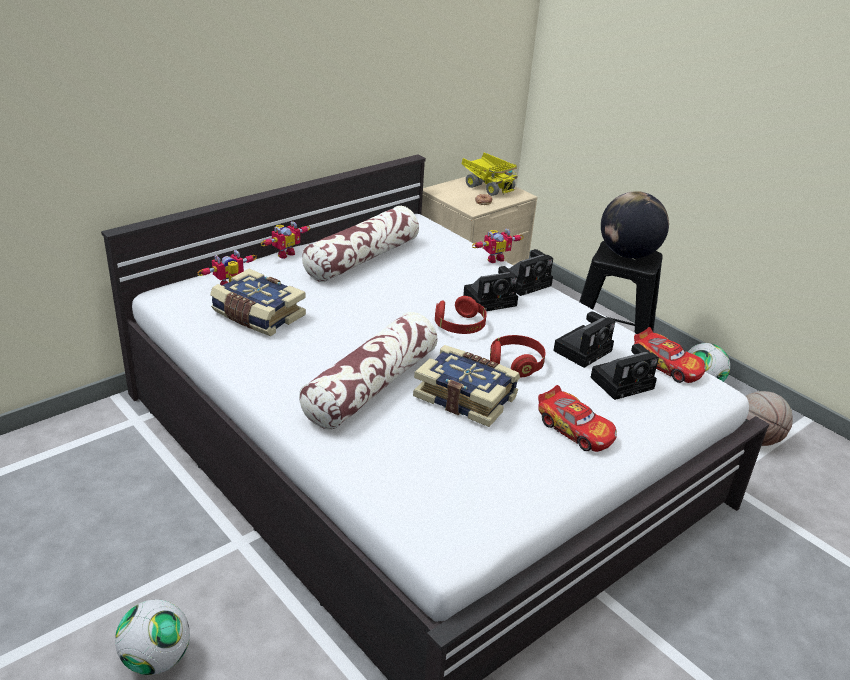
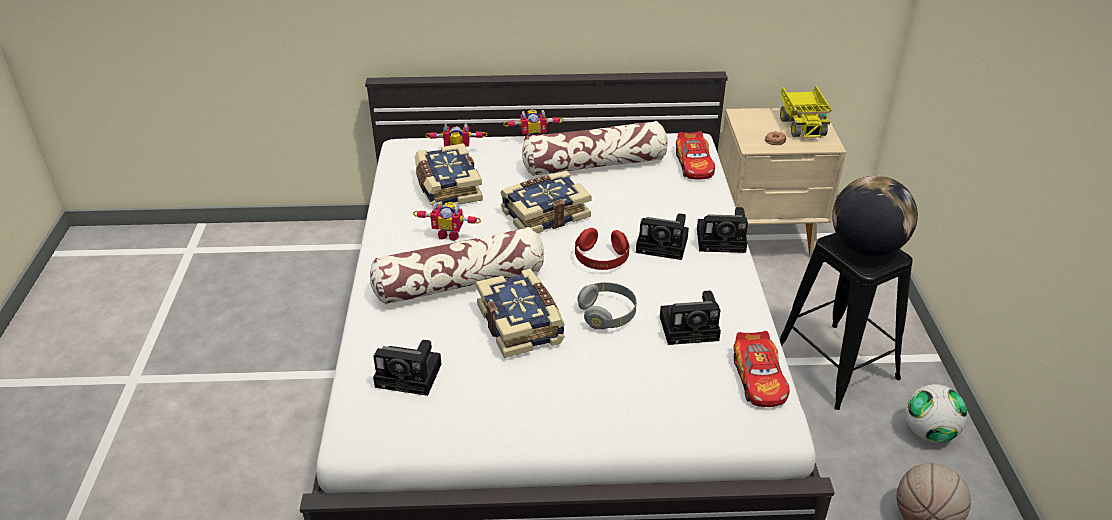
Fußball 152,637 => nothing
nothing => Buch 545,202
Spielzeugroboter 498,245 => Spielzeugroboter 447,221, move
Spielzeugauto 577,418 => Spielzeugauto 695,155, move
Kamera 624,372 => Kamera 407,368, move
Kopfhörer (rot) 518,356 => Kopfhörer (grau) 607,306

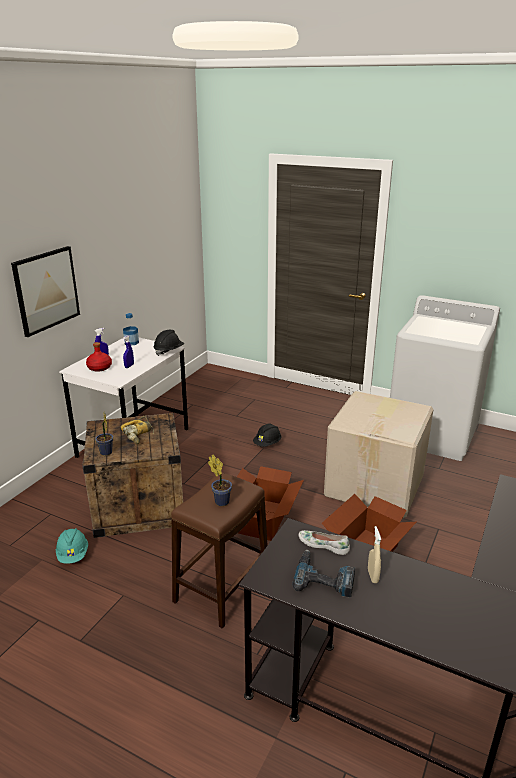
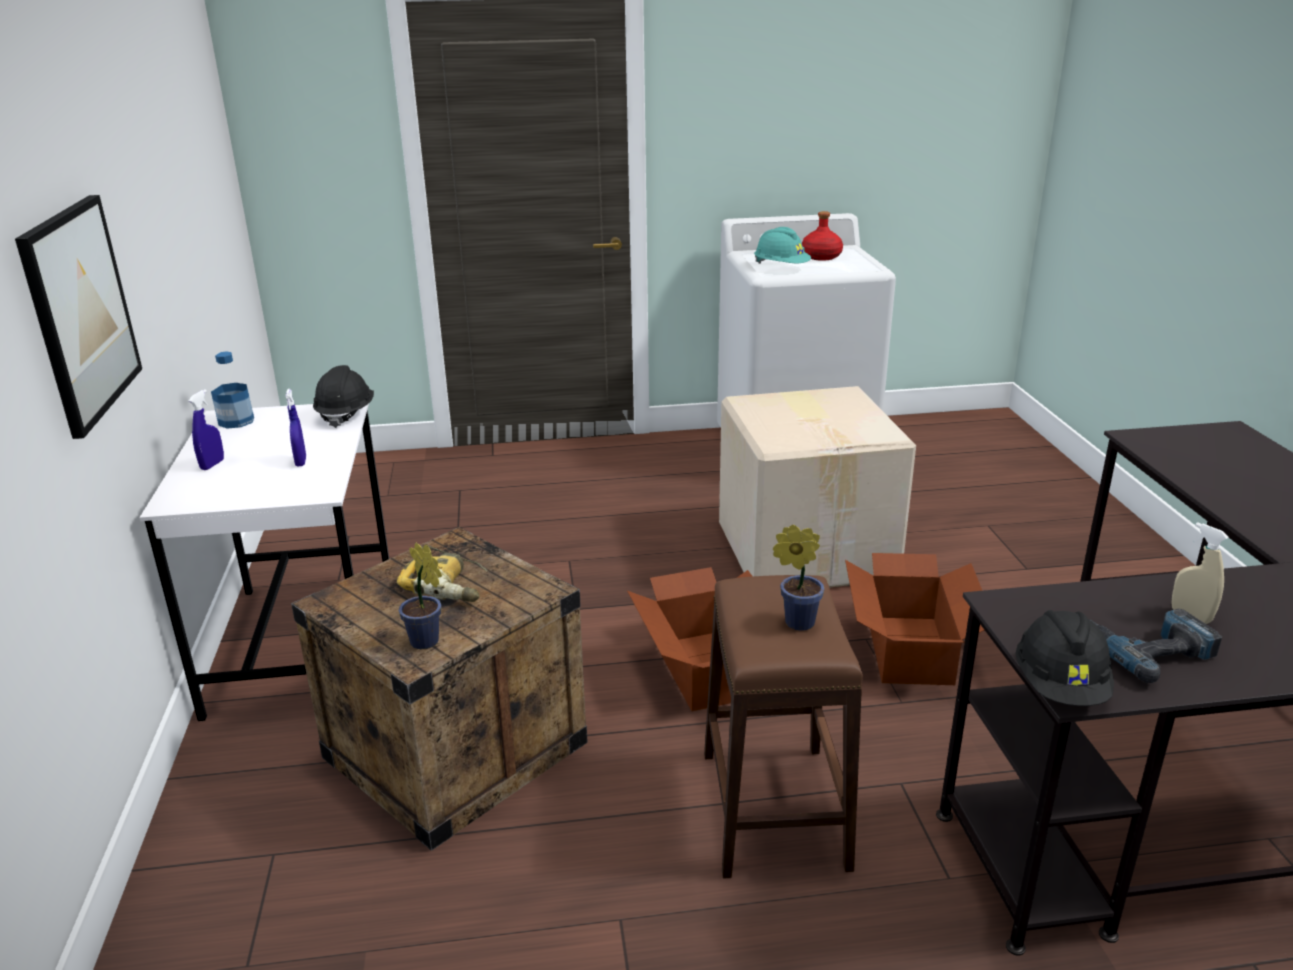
Schuh (weiß) 324,542 => nothing
Schutzhelm (türkis) 72,546 => Schutzhelm (türkis) 782,245, move
Flasche (rot) 99,357 => Flasche (rot) 822,236, move
Schutzhelm (schwarz) 267,435 => Schutzhelm (schwarz) 1065,658, move

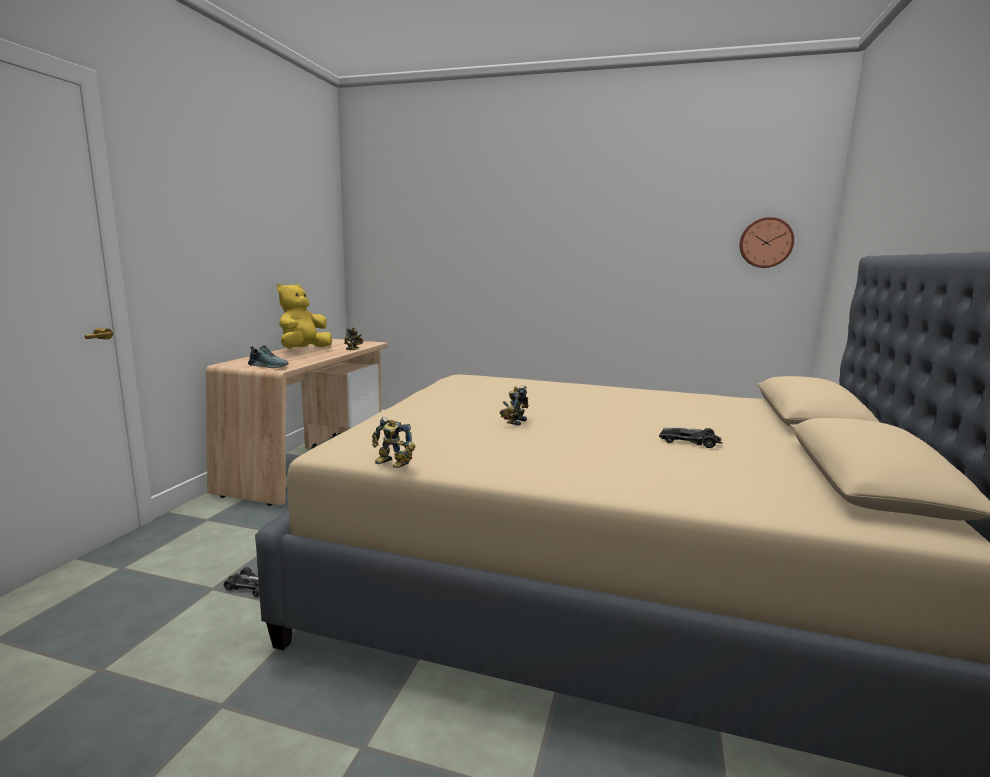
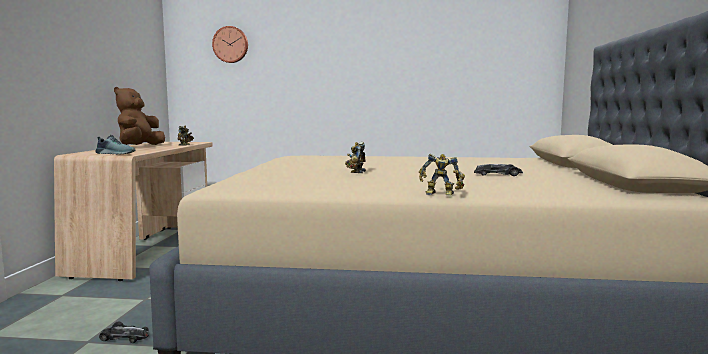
Spielzeugroboter 393,442 => Spielzeugroboter 442,175, move
Wanduhr 767,242 => Wanduhr 230,44, move
Plüschtier (gelb) 304,316 => Plüschtier (braun) 139,116

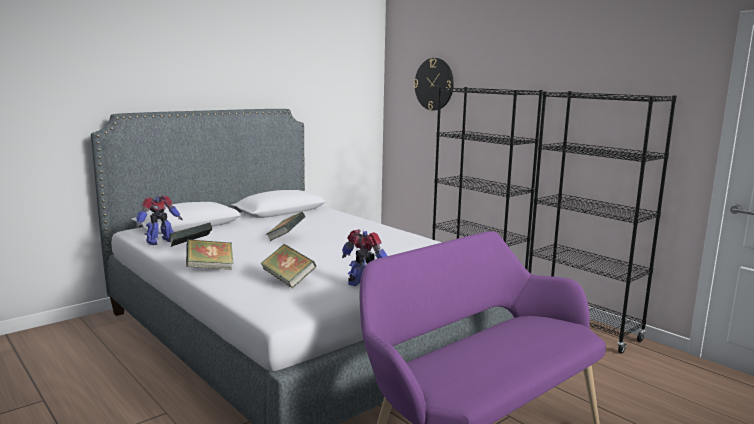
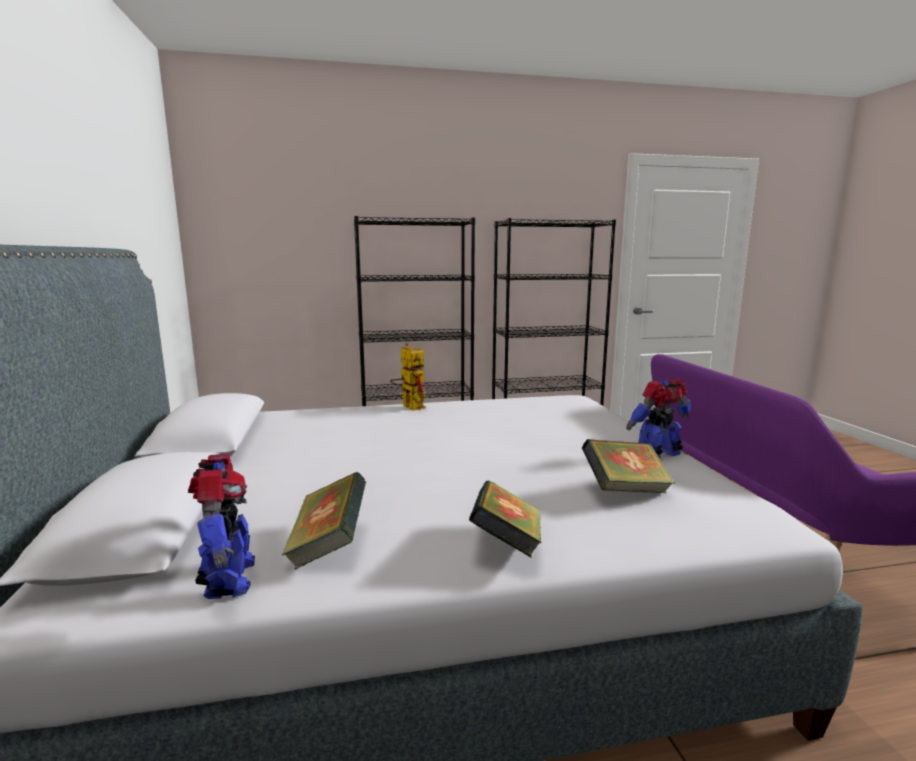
Buch 286,226 => nothing
Wanduhr 434,84 => nothing
nothing => Spielzeugroboter 408,376

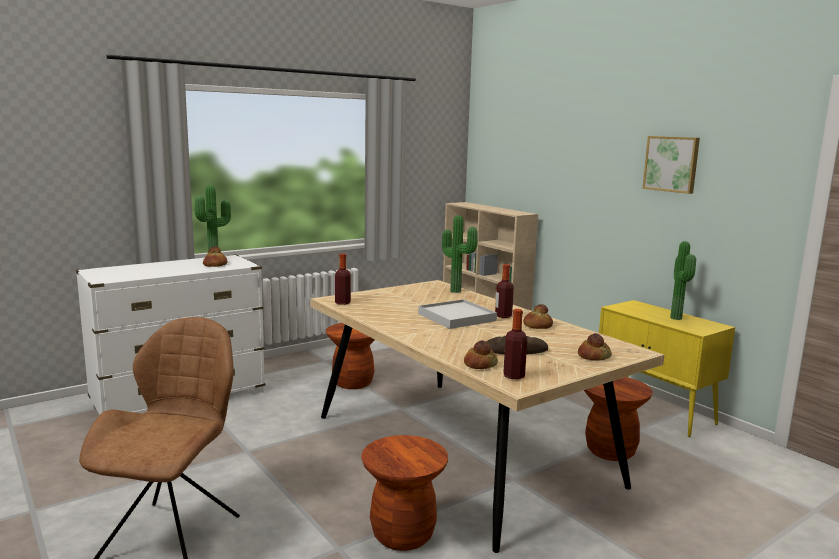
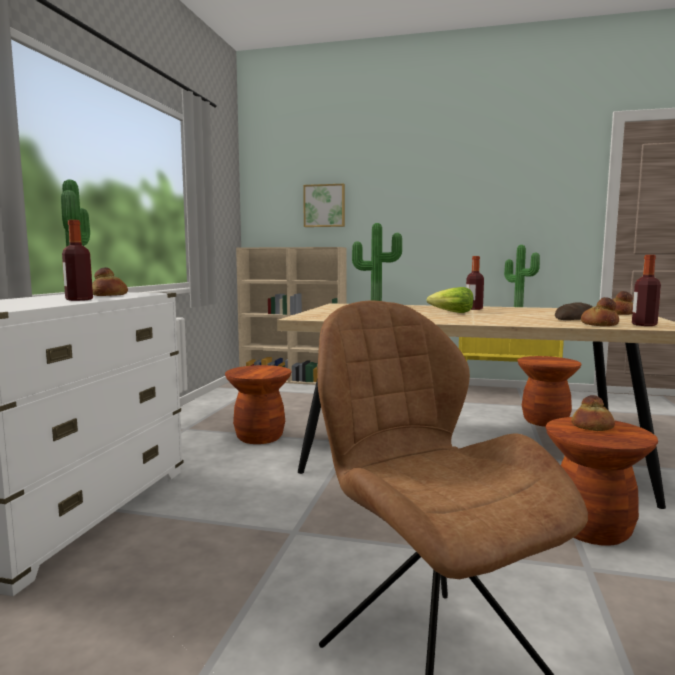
Flasche 343,279 => Flasche 77,260, move
Brot 538,316 => Brot 593,413, move
Bild 671,165 => Bild 324,205, move
Tablett (weiß) 457,314 => Salatkopf 450,300

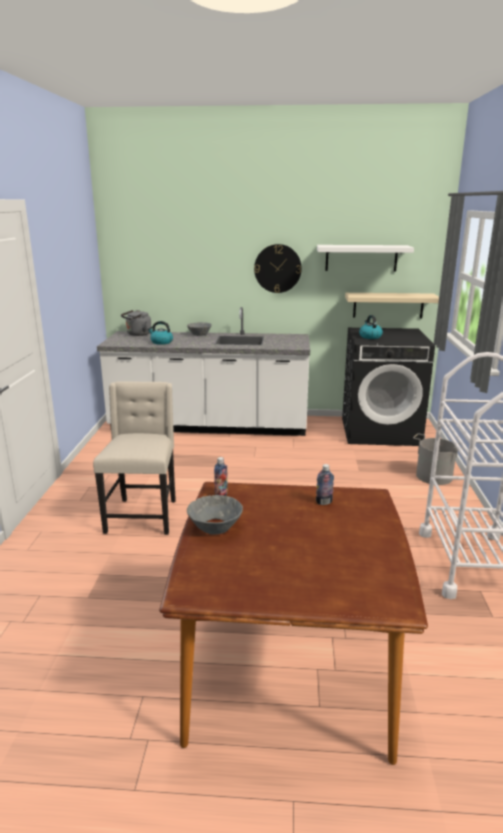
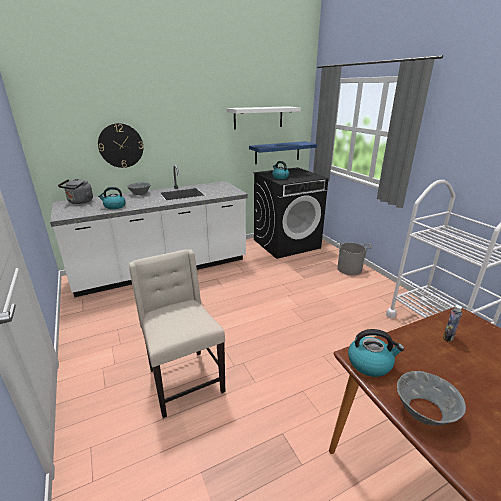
Wanduhr 278,268 => Wanduhr 120,145, move
Flasche 221,476 => Wasserkessel 376,353
Wandregal (beige) 392,305 => Wandregal (blau) 283,152

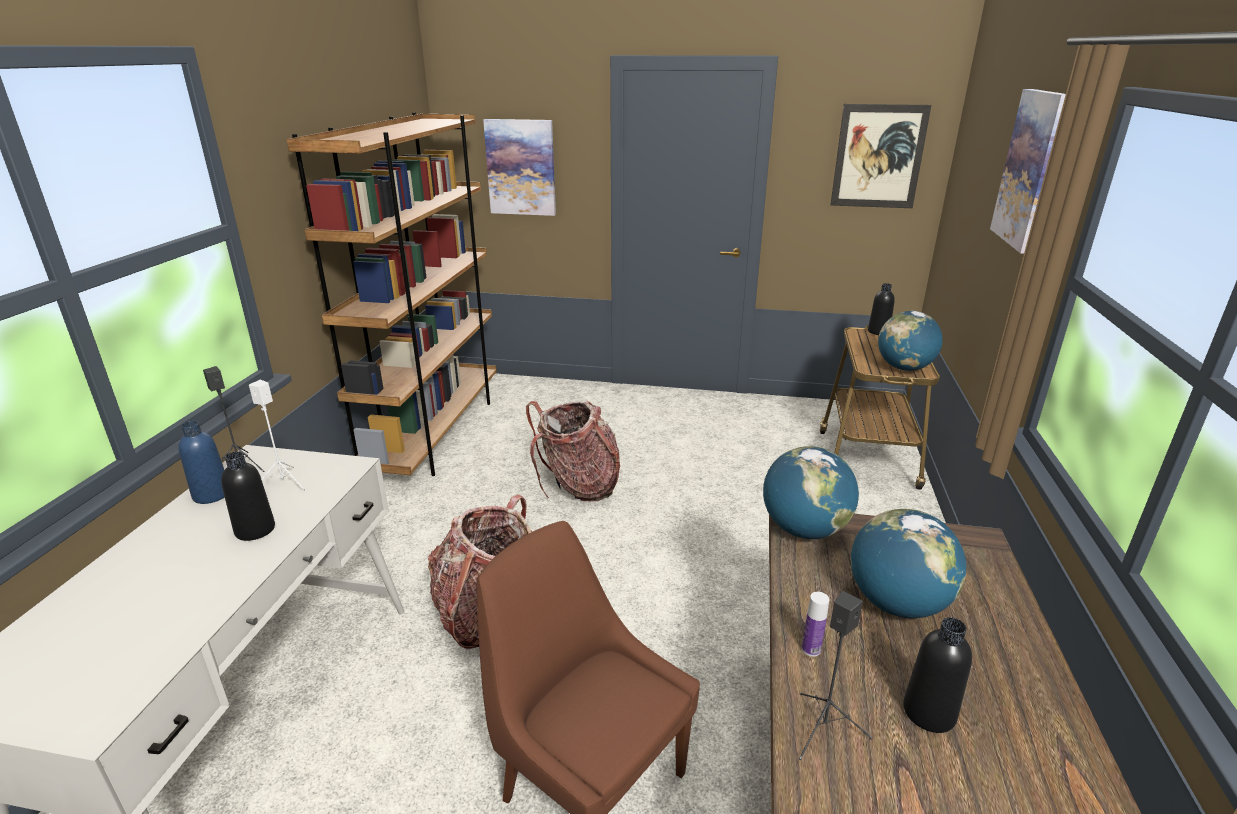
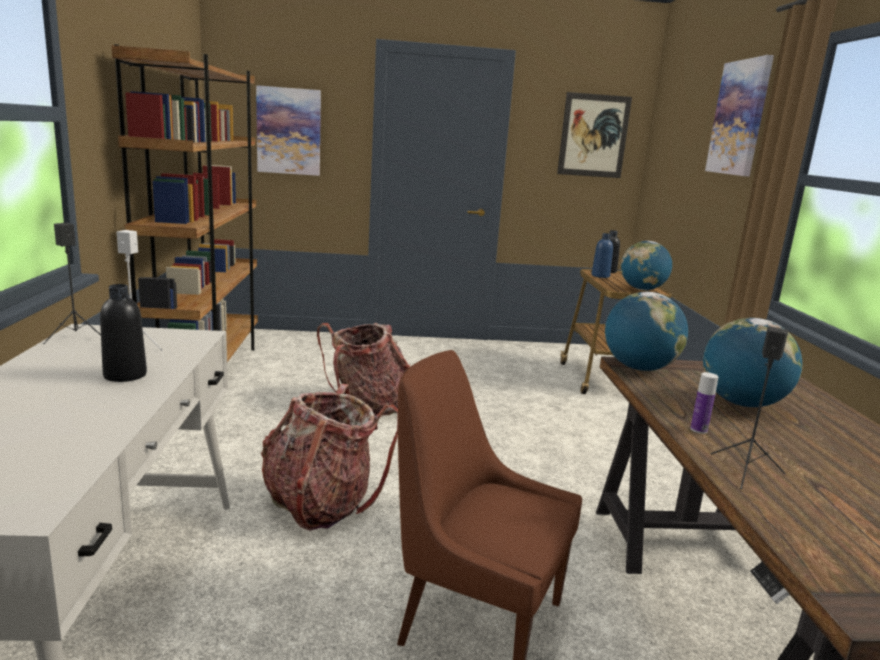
Flasche (schwarz) 937,675 => nothing
Flasche (blau) 201,462 => Flasche (blau) 602,255, move

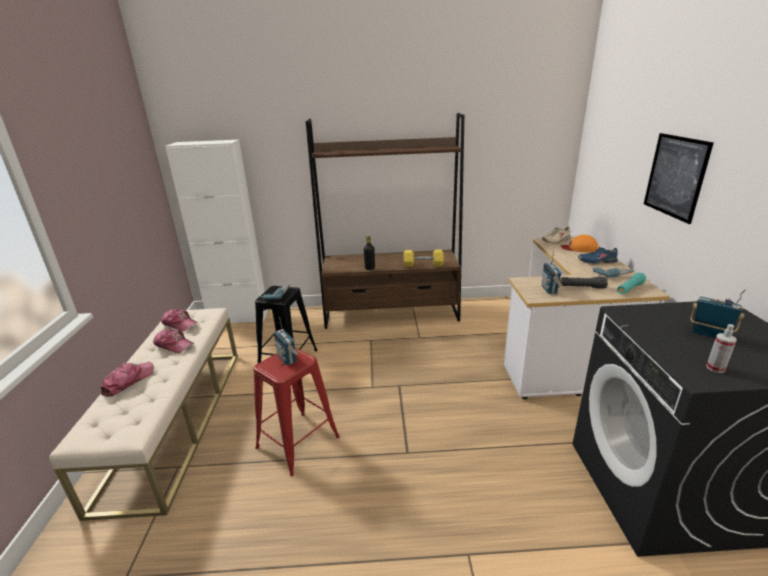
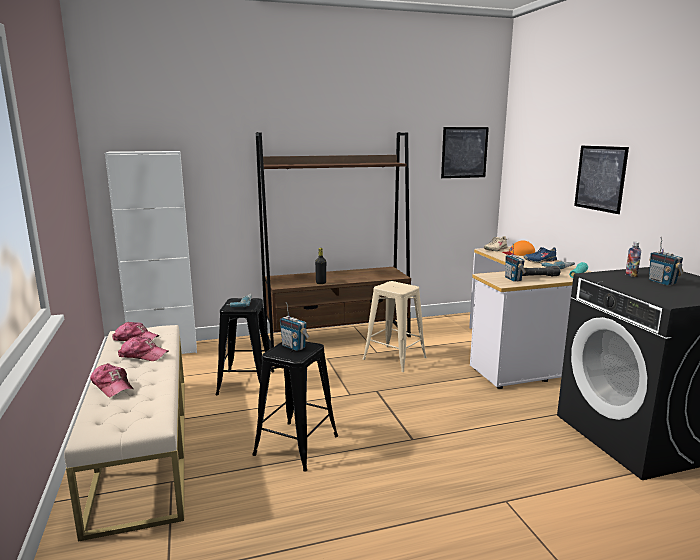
Hantel (gelb) 424,258 => nothing
Sprühflasche 721,348 => nothing
nothing => Hocker (beige) 395,326
nothing => Bild 465,152
nothing => Flasche 633,259
Hocker (rot) 296,411 => Hocker (schwarz) 295,406
Kappe 127,379 => Kappe 111,380, 120 degrees clockwise
Radio 718,314 => Radio 666,261, 135 degrees counterclockwise

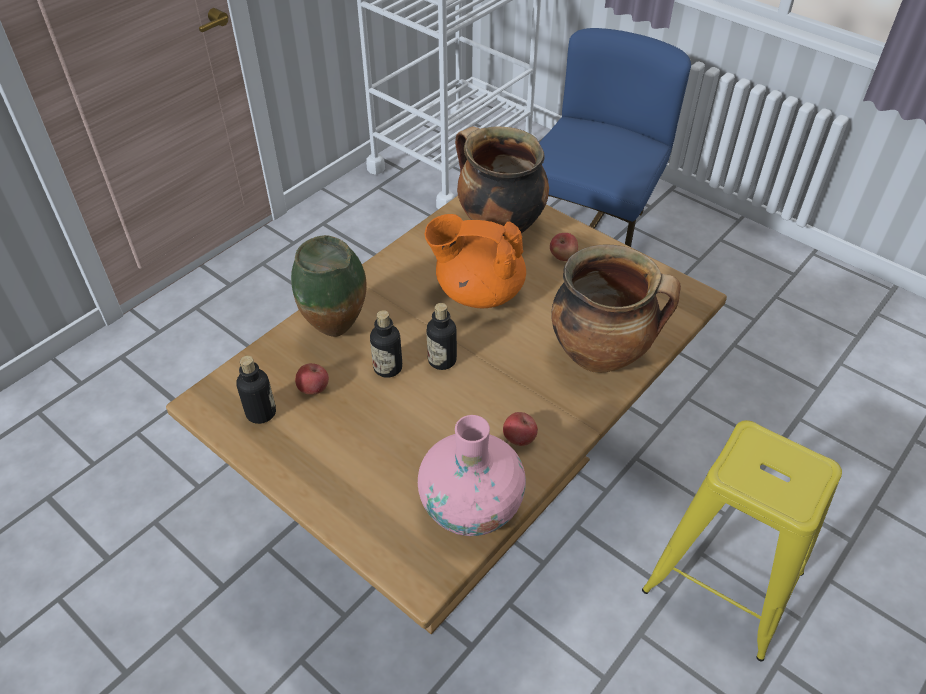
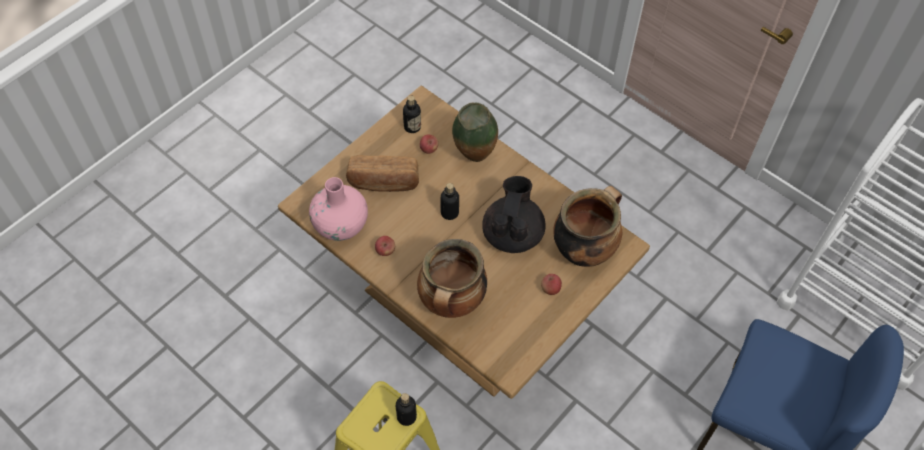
nothing => Brot 382,173
Flasche 386,344 => Flasche 406,409, move
Teekanne (orange) 475,261 => Teekanne (schwarz) 514,214

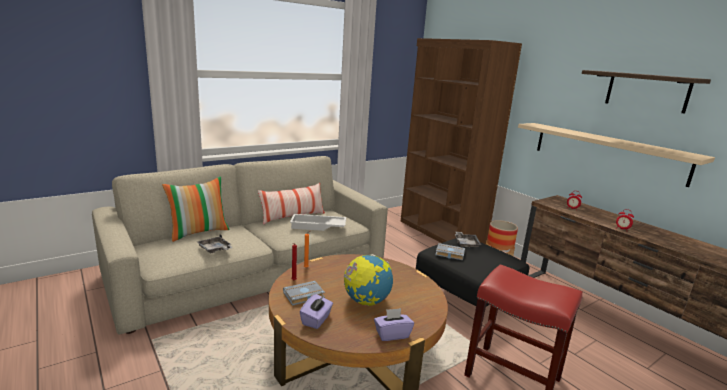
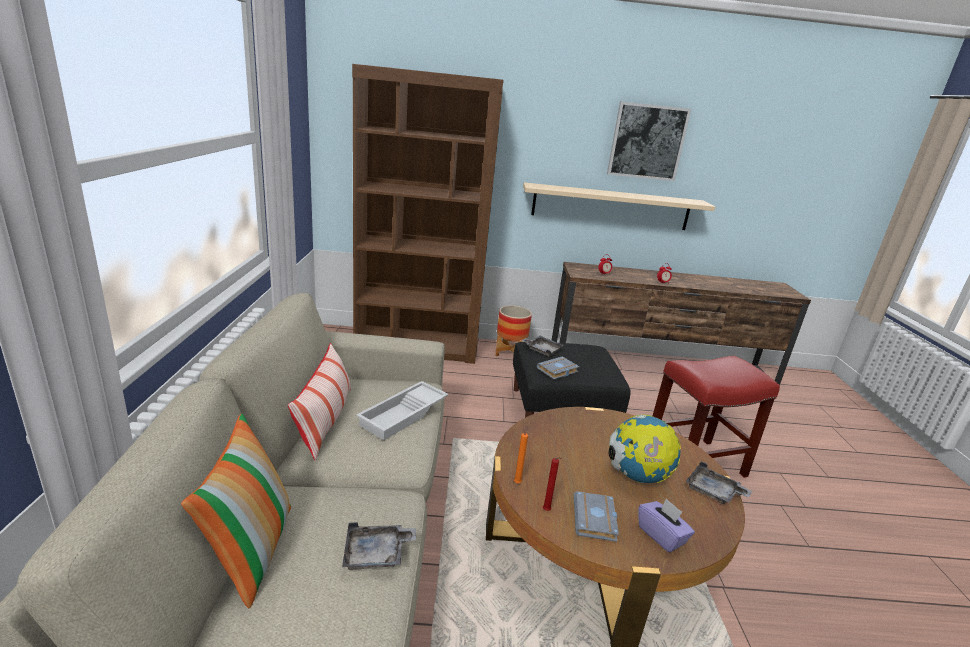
Taschentuchbox (lila) 394,324 => Tablett (grau) 718,483
Wandregal 646,92 => Bild 649,141

